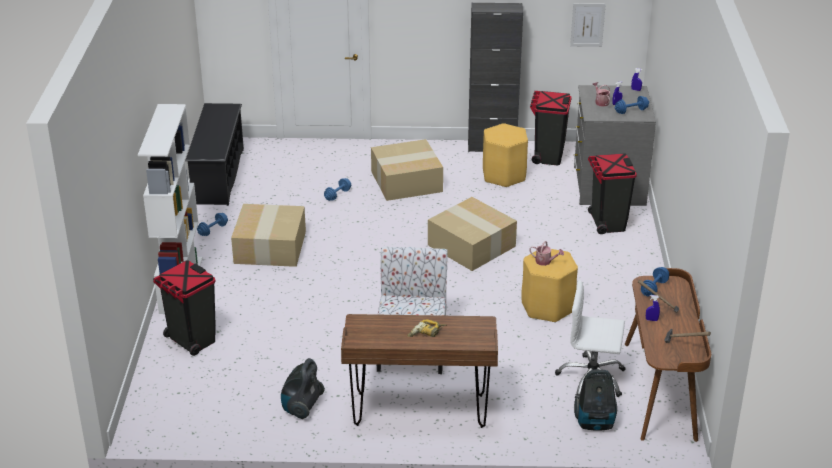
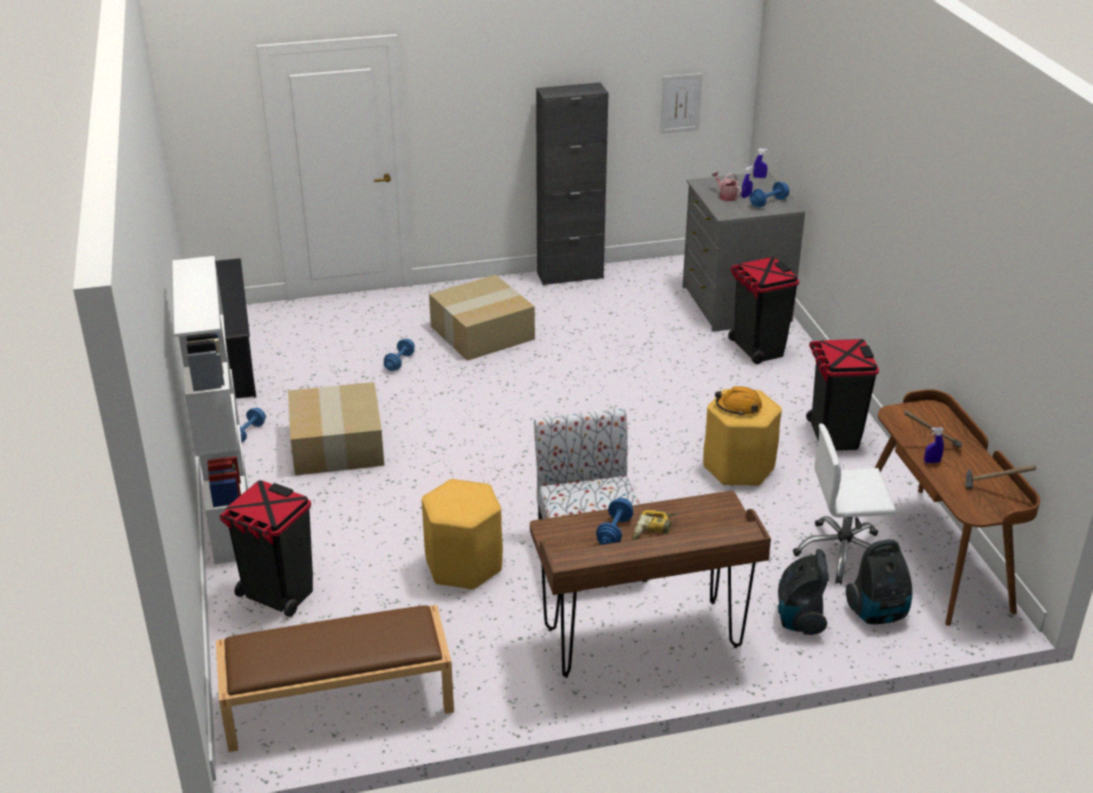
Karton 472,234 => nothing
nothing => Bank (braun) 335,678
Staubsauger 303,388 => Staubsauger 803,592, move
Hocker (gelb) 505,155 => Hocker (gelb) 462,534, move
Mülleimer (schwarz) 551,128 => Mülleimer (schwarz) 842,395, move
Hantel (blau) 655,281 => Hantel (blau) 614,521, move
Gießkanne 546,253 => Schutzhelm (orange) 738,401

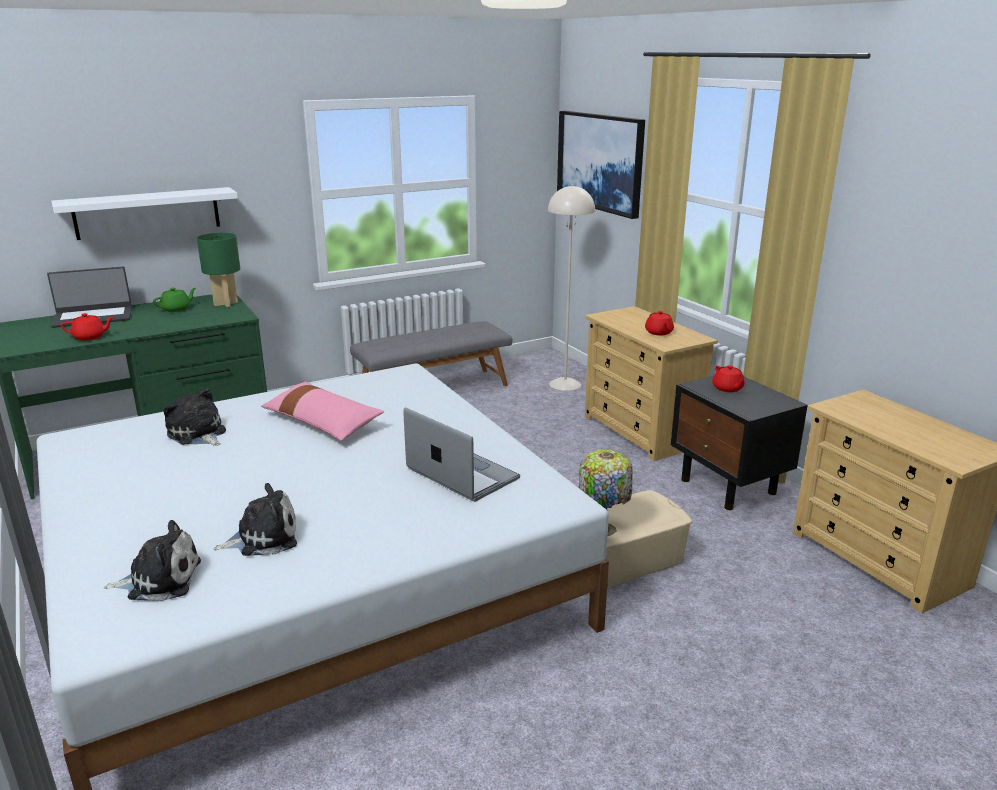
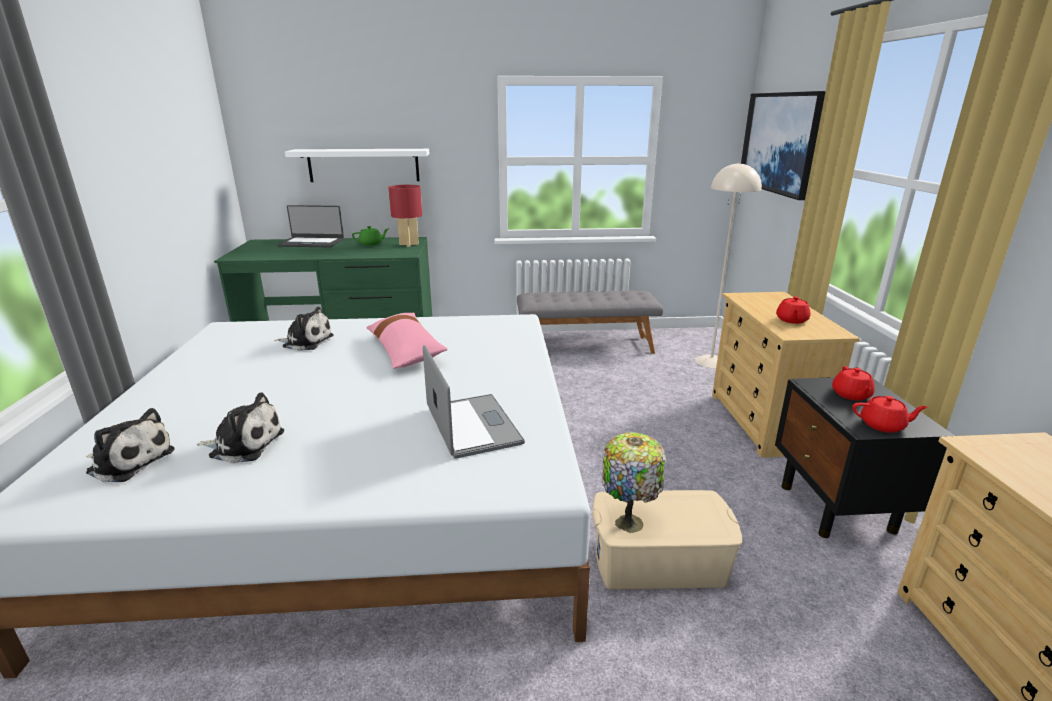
Teekanne (rot) 87,326 => Teekanne (rot) 890,414, move
Tischlampe (grün) 218,270 => Tischlampe (rot) 405,216
Plüschtier 195,417 => Plüschtier 304,329, 120 degrees clockwise

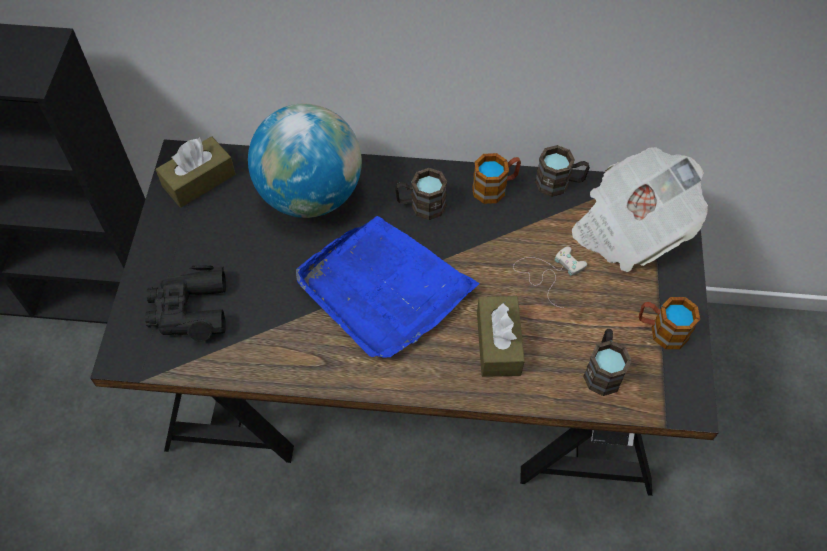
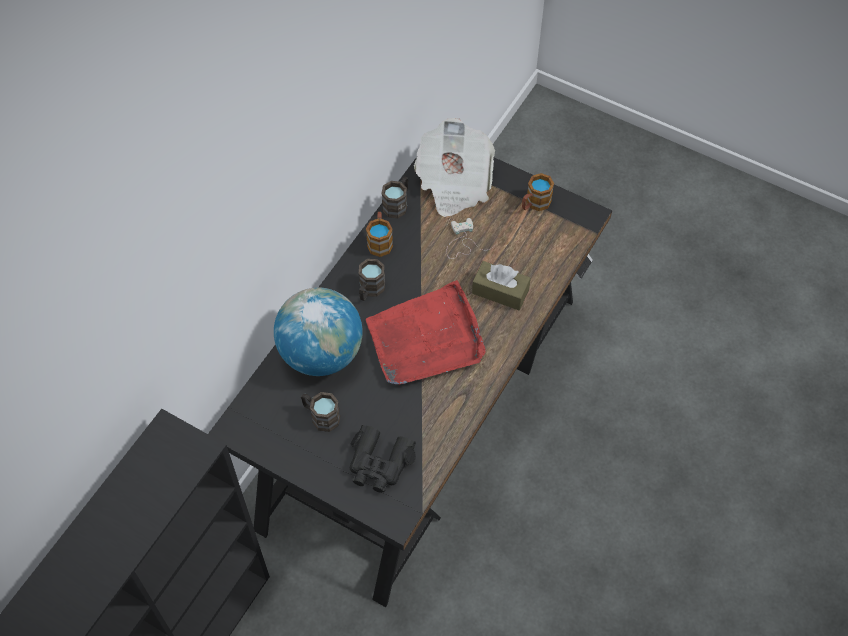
Taschentuchbox (braun) 196,172 => nothing
Henkelbecher (braun) 607,362 => Henkelbecher (braun) 320,412, move
Tablett (blau) 388,286 => Tablett (rot) 426,332

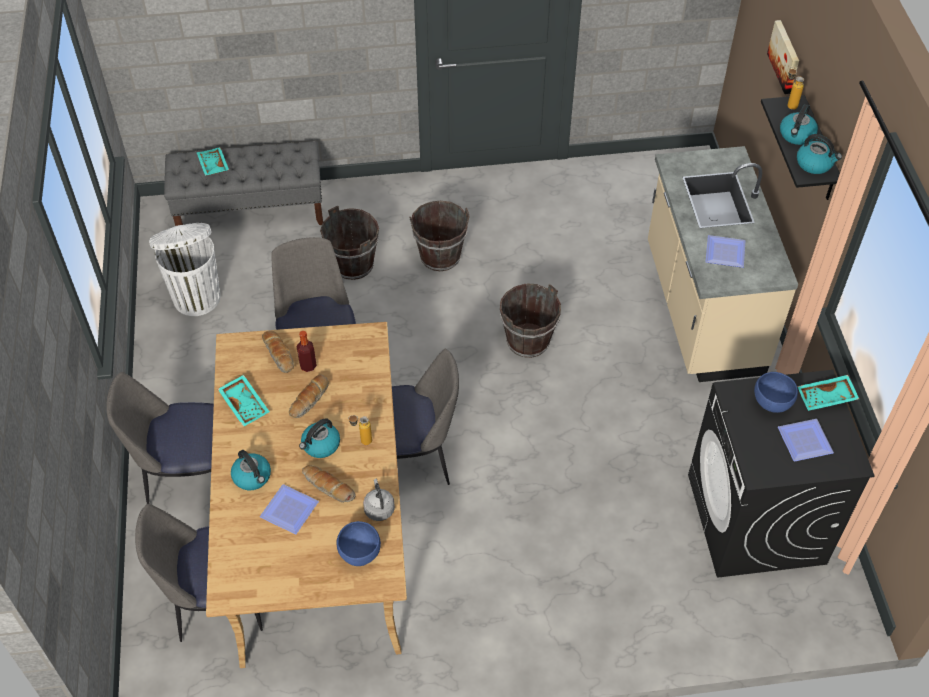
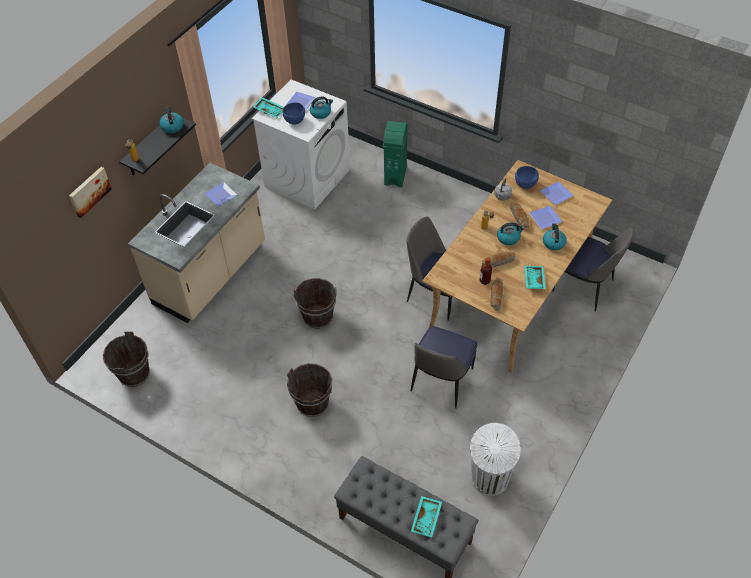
Stuhl 160,438 => nothing
nothing => Mülleimer (grün) 395,154
nothing => Teller 557,193
Eimer (braun) 349,242 => Eimer (braun) 126,359, move
Wasserkessel 799,124 => Wasserkessel 321,107, move
Waschmaschine (schwarz) 781,473 => Waschmaschine (weiß) 301,144

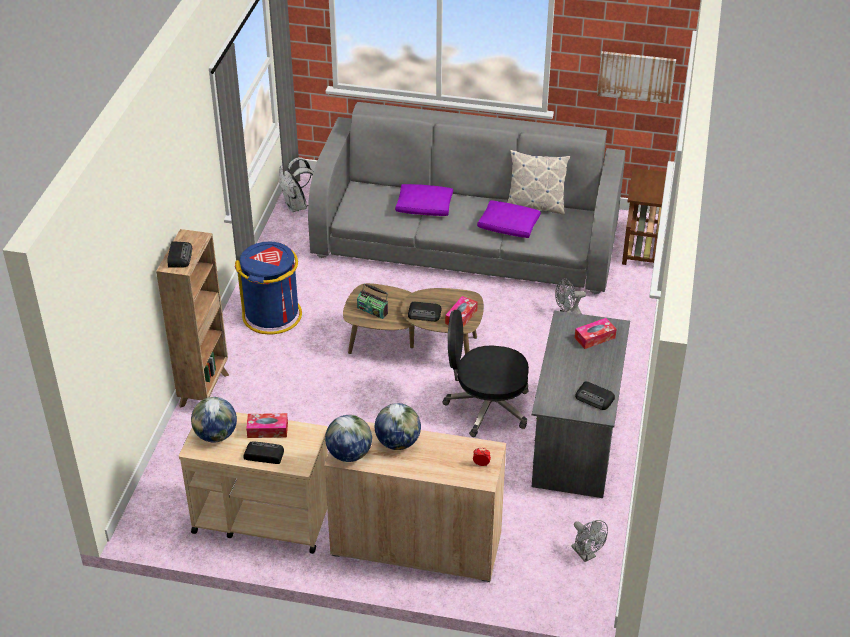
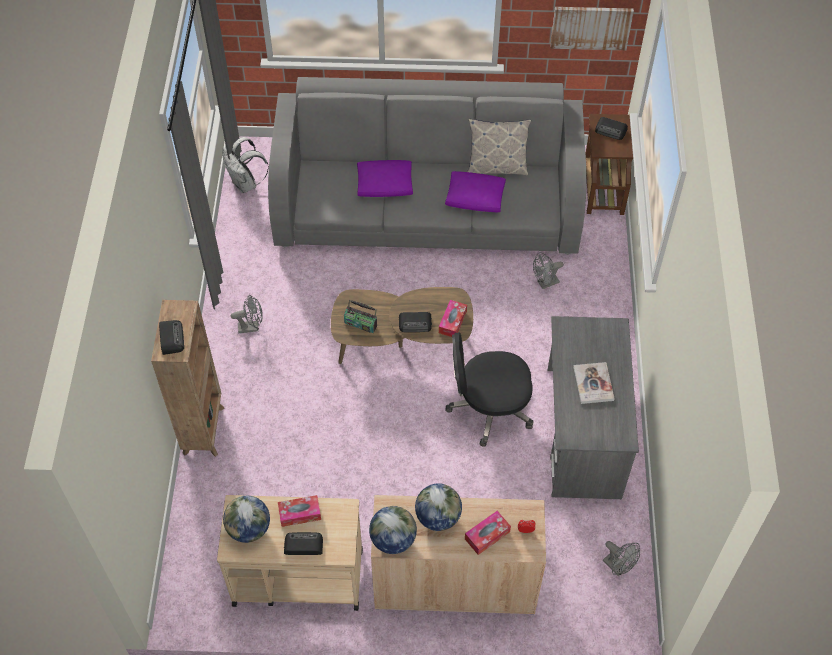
nothing => Buch 594,383
Taschentuchbox 596,333 => Taschentuchbox 488,533, move
Radio 595,395 => Radio 611,128, move
Mülleimer (blau) 268,288 => Ventilator (grau) 247,314

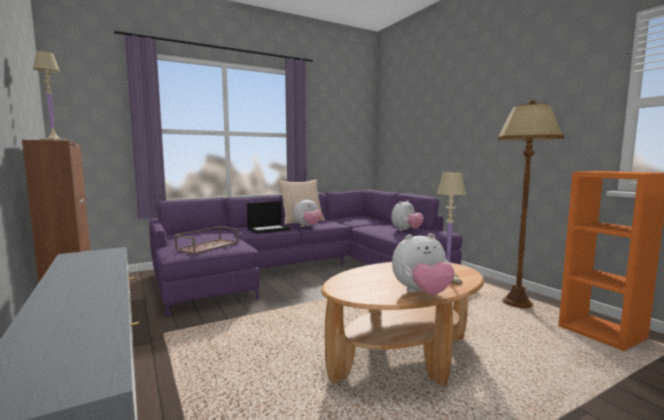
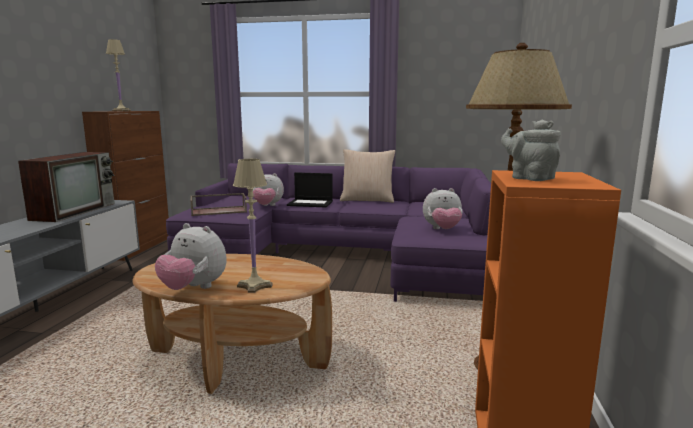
nothing => Fernseher 66,187
nothing => Teekanne (grau) 531,150
Plüschtier 307,212 => Plüschtier 268,189, move

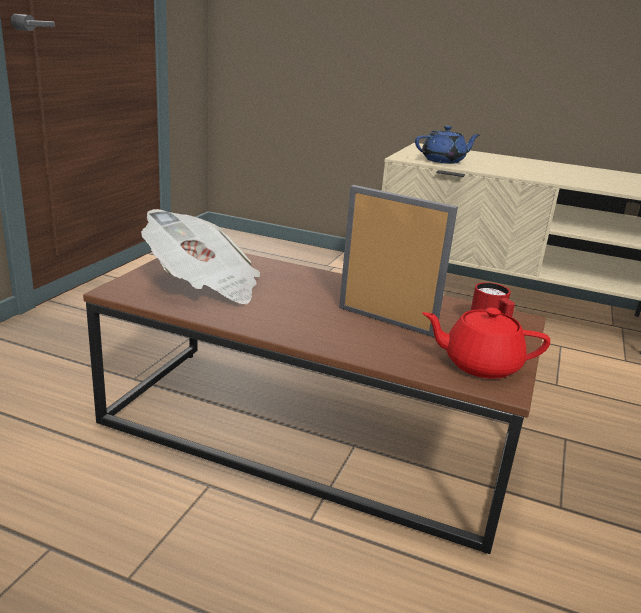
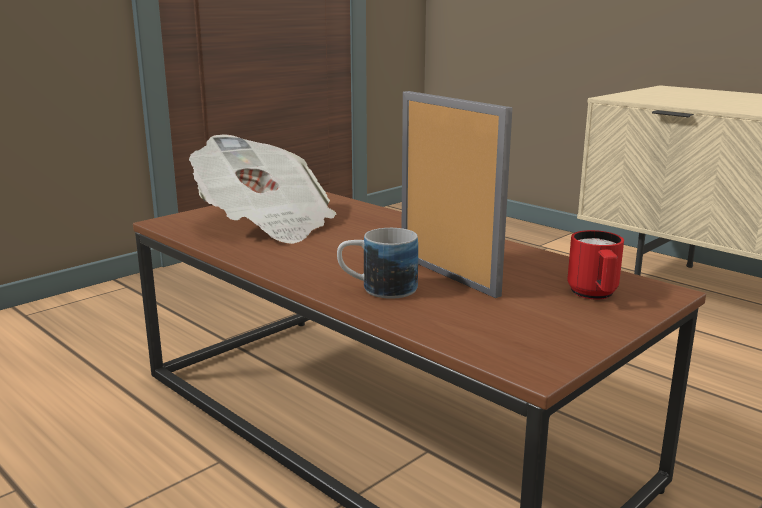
Teekanne (blau) 447,145 => nothing
Teekanne (rot) 486,343 => nothing
nothing => Henkelbecher 377,263

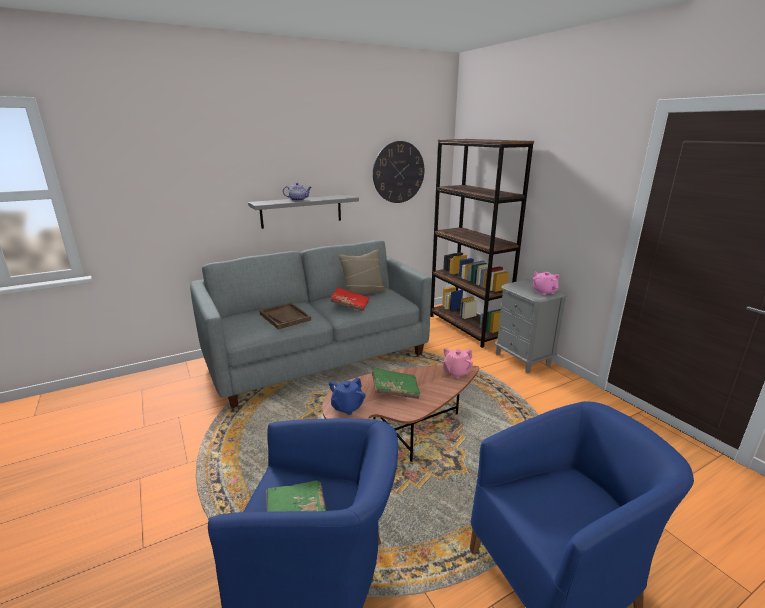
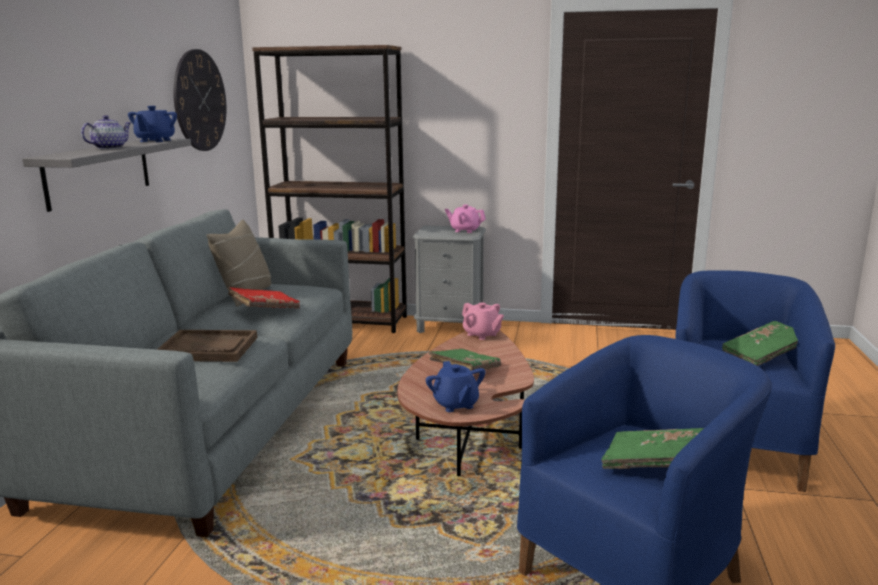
nothing => Teekanne (blau) 152,124
nothing => Buch (grün) 760,343
Teekanne (rosa) 458,363 => Teekanne (rosa) 483,321, 45 degrees counterclockwise

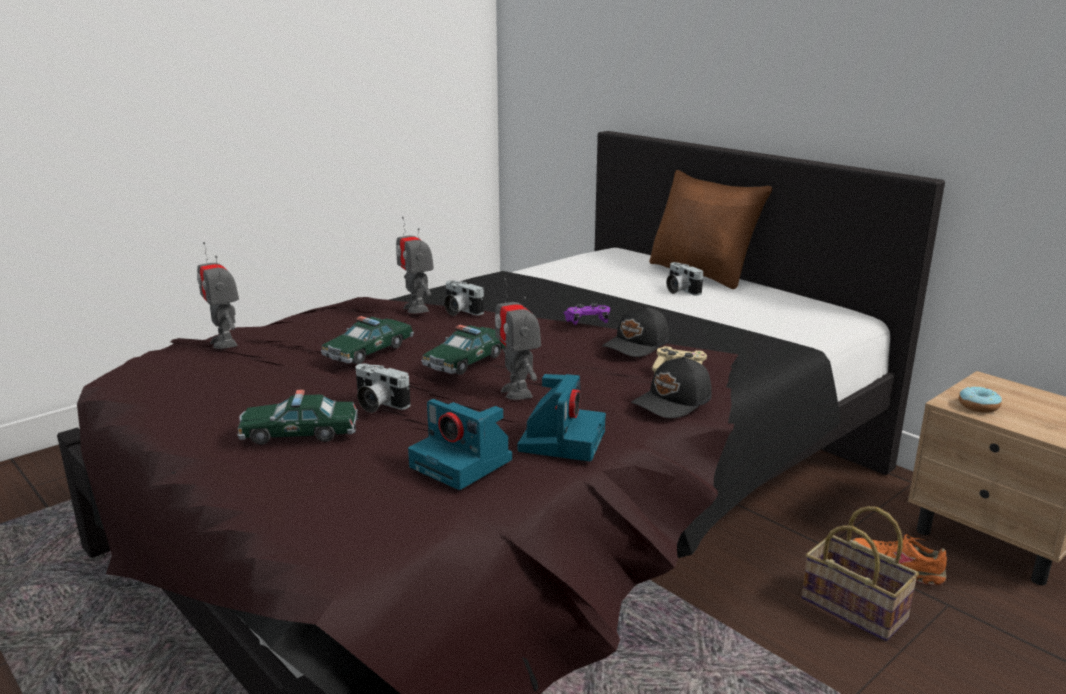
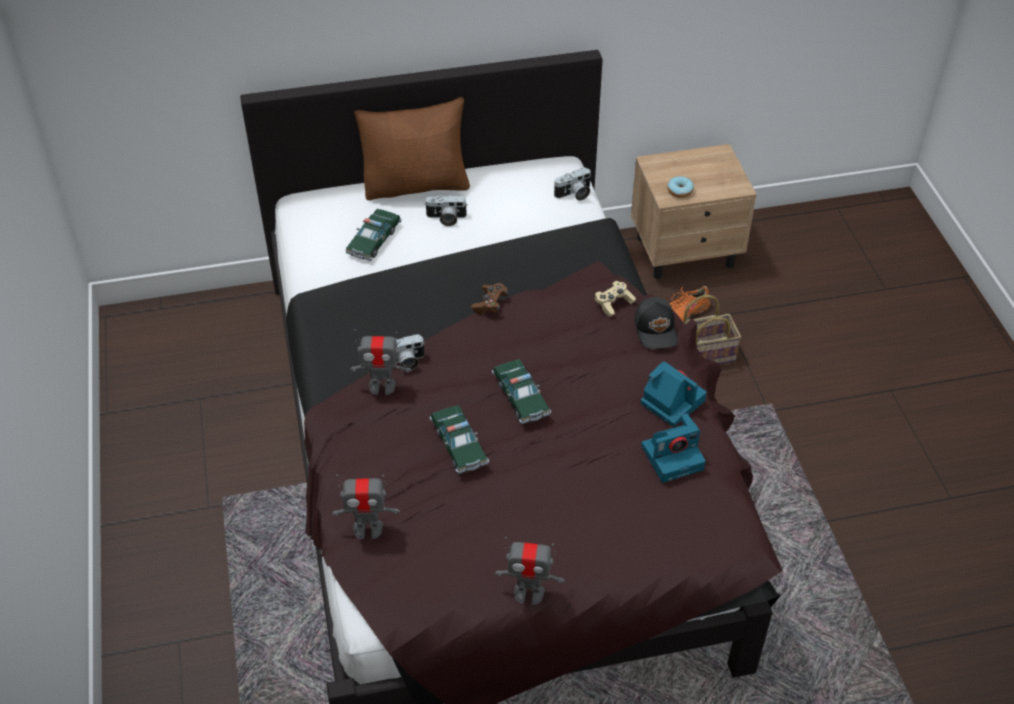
Kappe (schwarz) 635,331 => nothing
Spielzeugauto 297,417 => Spielzeugauto 373,235, move
Kamera 383,388 => Kamera 572,183, move
Spielzeugroboter 518,339 => Spielzeugroboter 529,571, move
Gamepad (lila) 587,314 => Gamepad (braun) 490,298

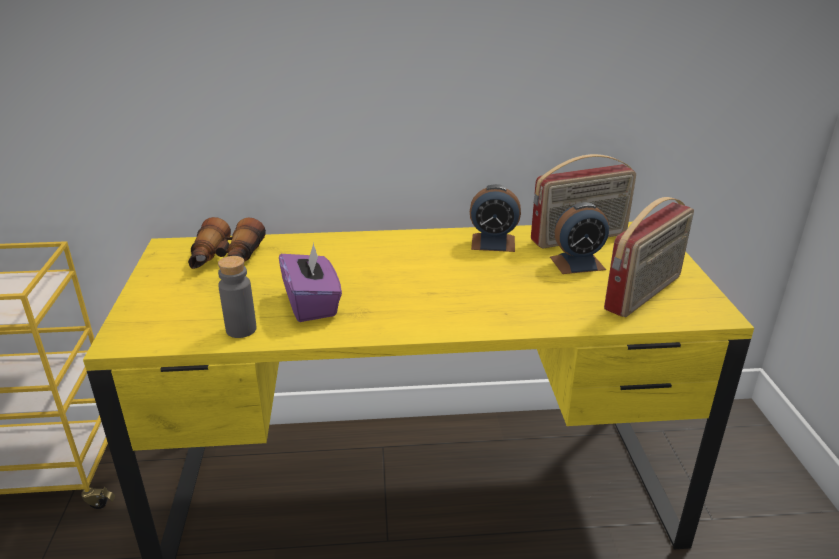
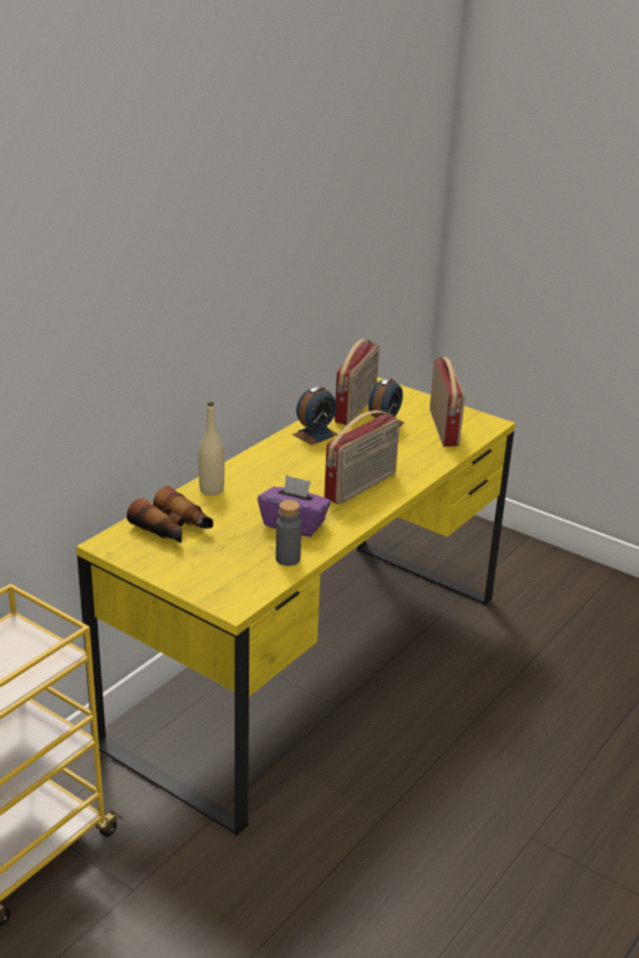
nothing => Flasche (beige) 211,449
nothing => Radio 362,458

